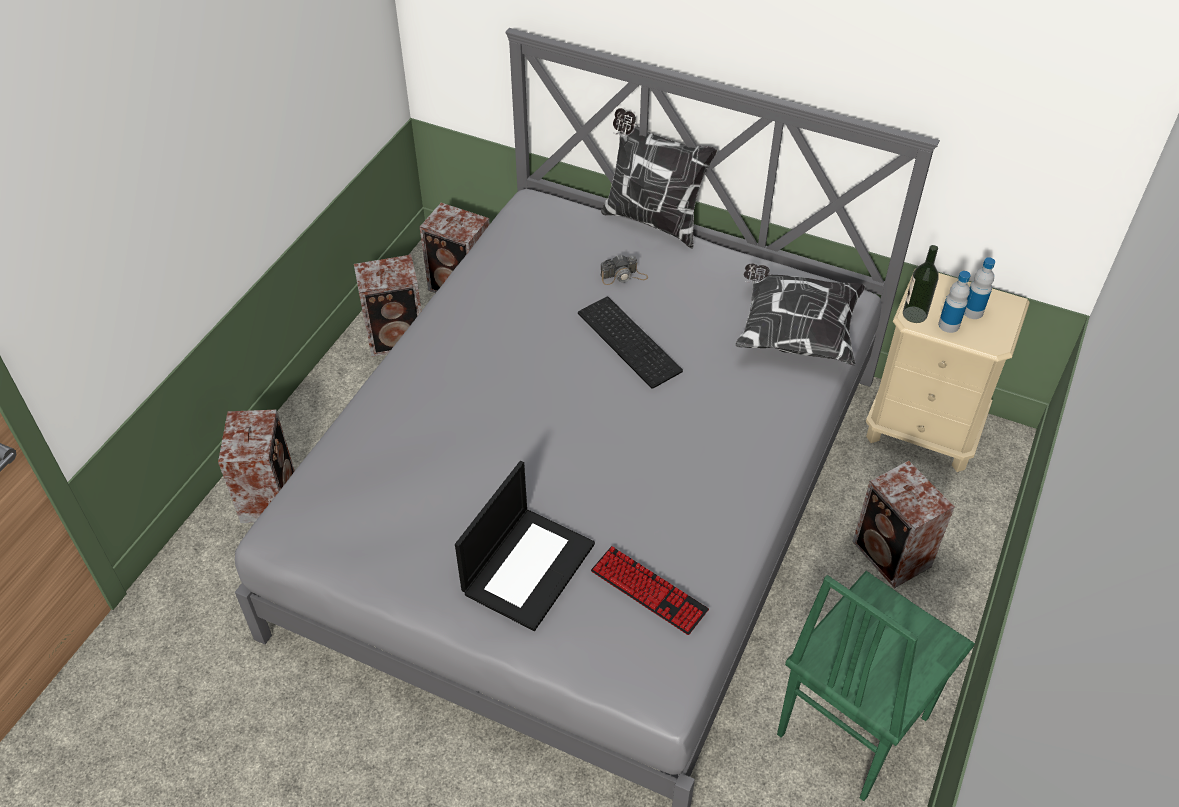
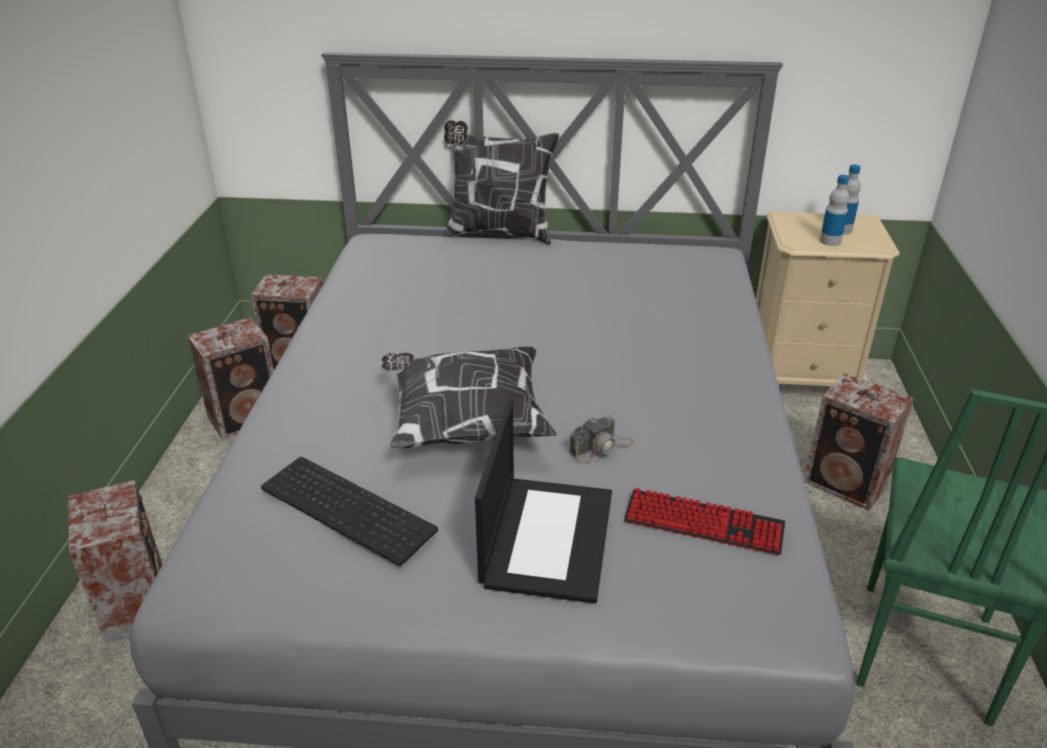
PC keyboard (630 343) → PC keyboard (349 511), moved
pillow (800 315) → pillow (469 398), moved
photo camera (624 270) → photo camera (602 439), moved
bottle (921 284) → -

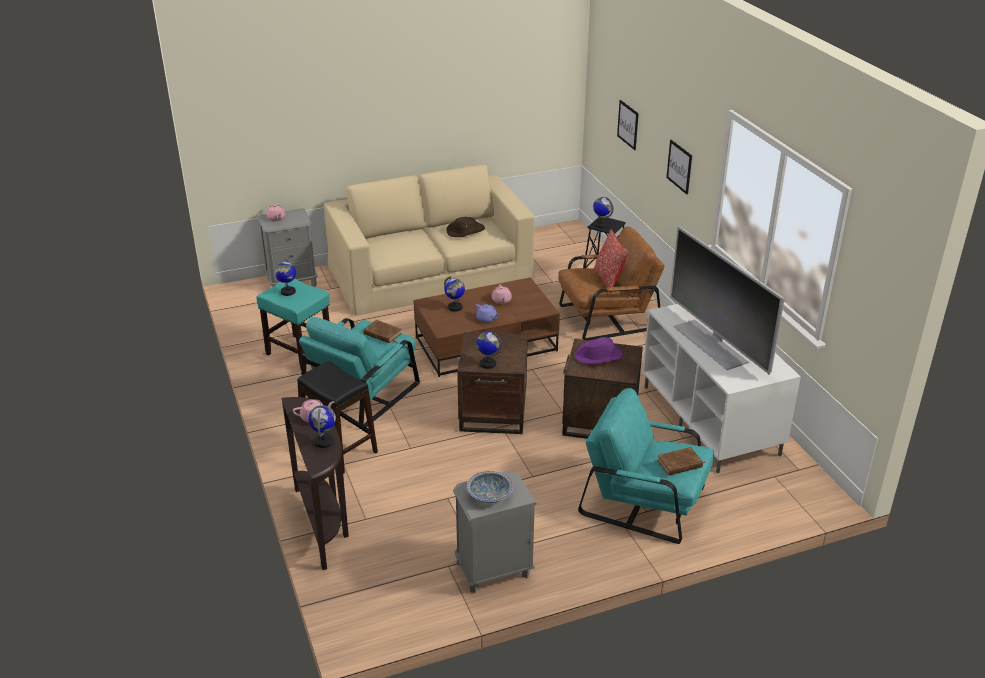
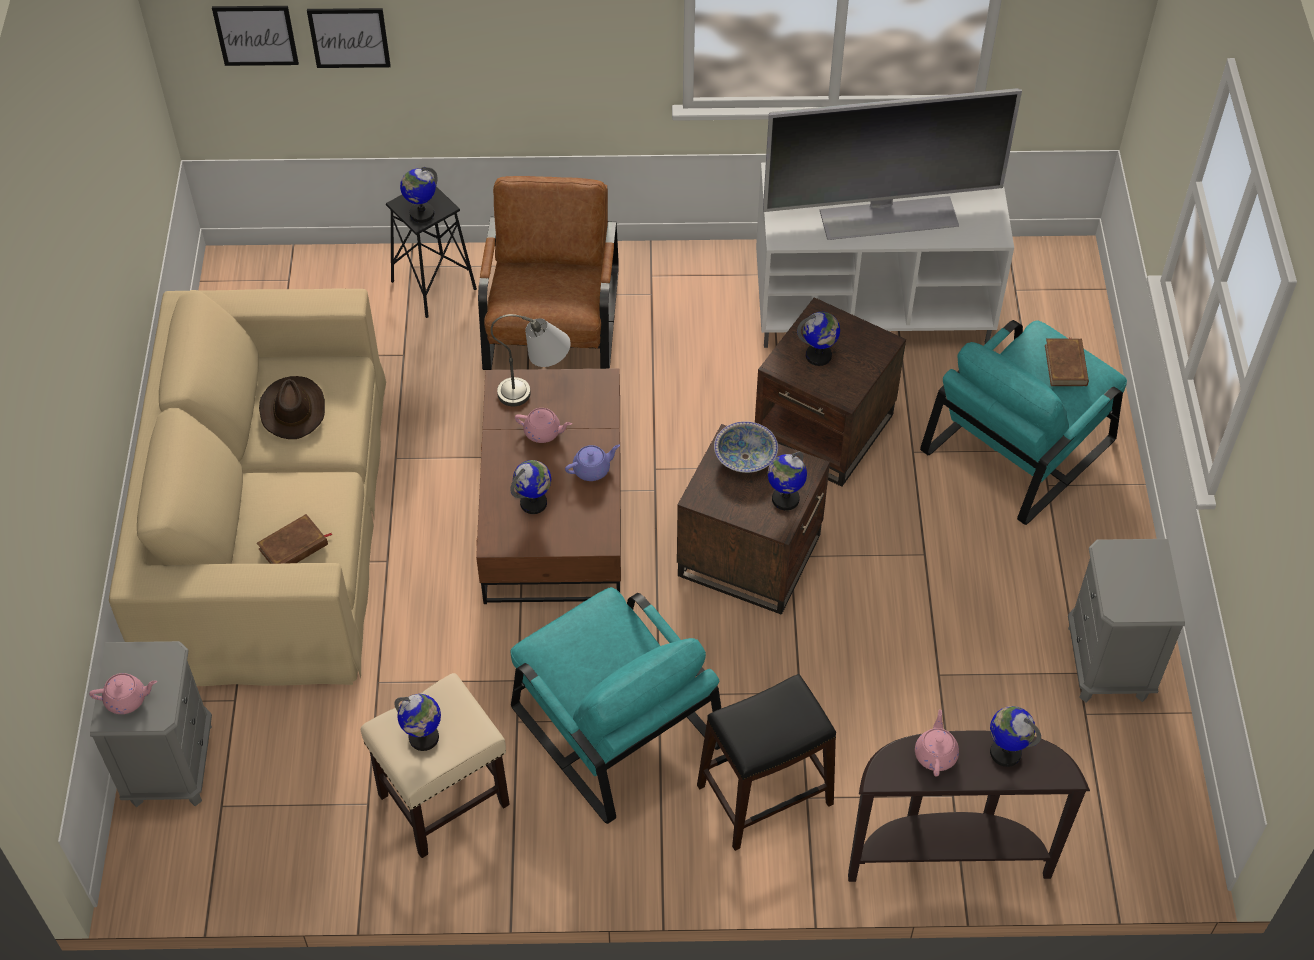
picture (679 167) → picture (255 36), moved
brown-coloured bound book (382 331) → brown-coloured bound book (295 539), moved
turquoise stool seat (293 324) → beige stool seat (435 765)
- → gray tabletop lamp (531 360)
deep dish (490 487) → deep dish (746 447), moved
purplish clothing hat (599 350) → desk globe (818 339)
pillow (611 261) → -

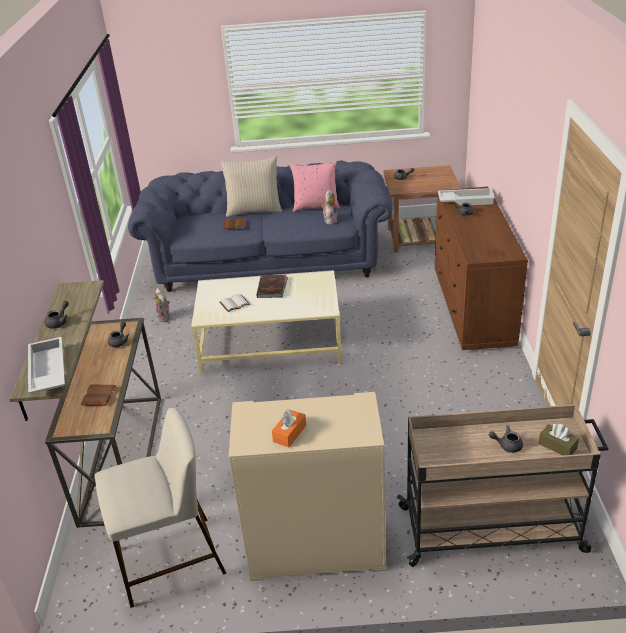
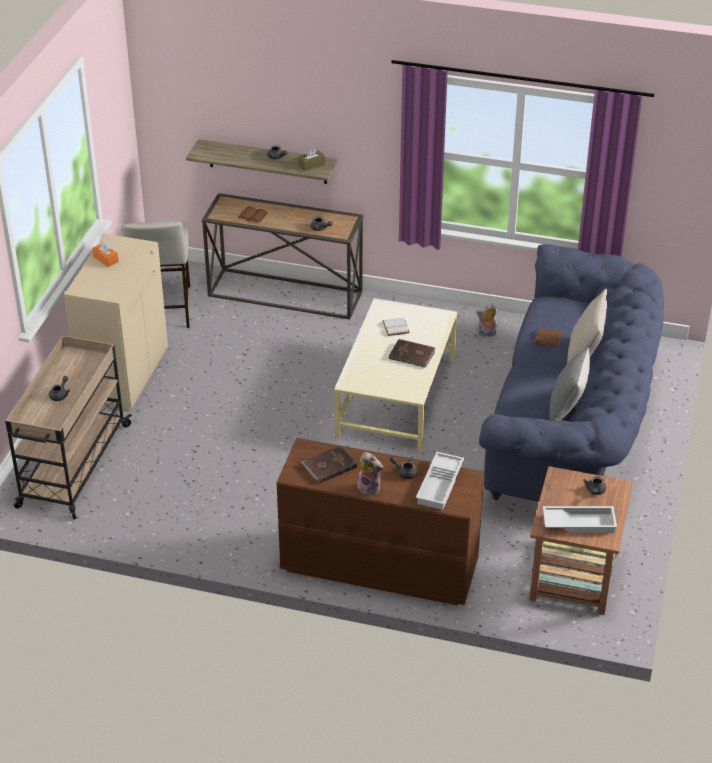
brown-coloured box of tissues (558 439) → brown-coloured box of tissues (311 159), moved
- → brown-coloured bound book (329 464)
soft toy (329 206) → soft toy (370 474), moved
whitish tray (46 365) → whitish tray (580 519), moved
pink pillow (315 186) → gray pillow (569 384)

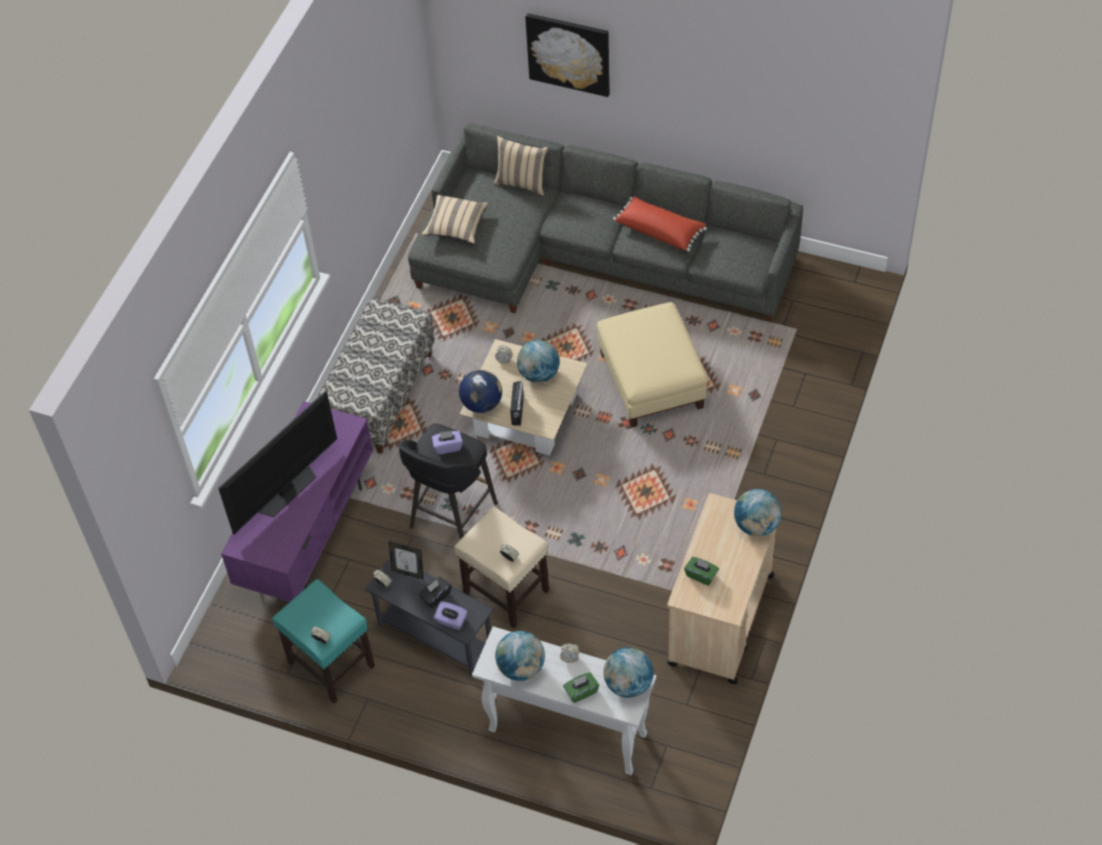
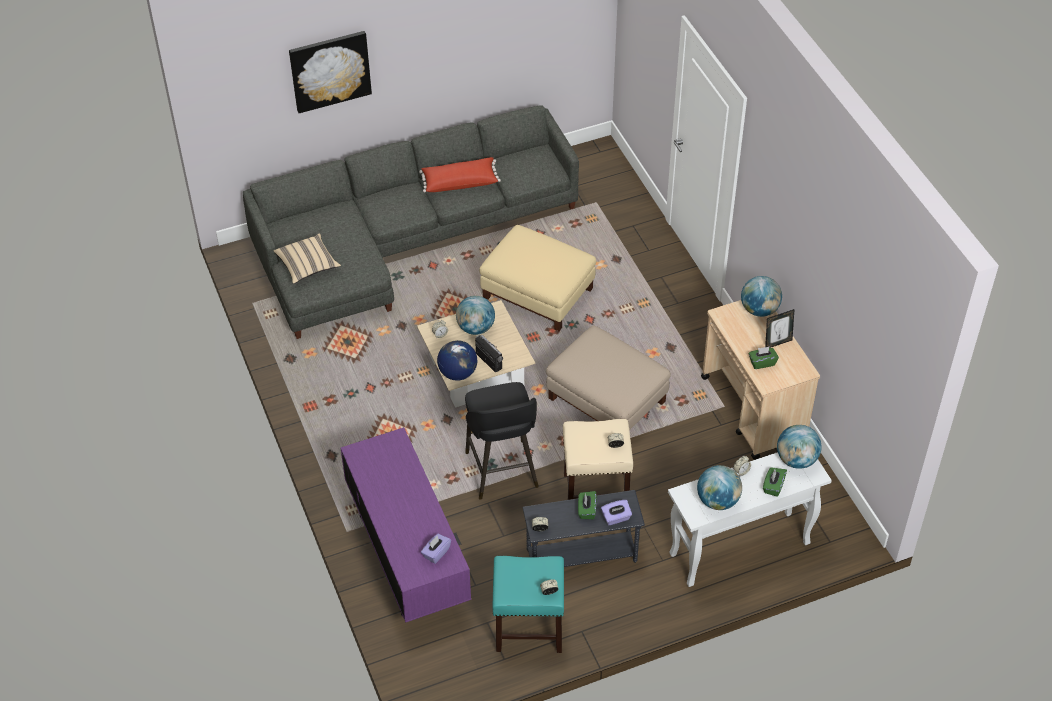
purplish box of tissues (447 443) → purplish box of tissues (436 549), moved
- → beige footrest (608 377)
black-coloured box of tissues (435 592) → greenish box of tissues (587 505)
standing frame (406 560) → standing frame (780 328), moved
television (277 462) → -
long seat (376 376) → -
beige pillow (520 166) → -

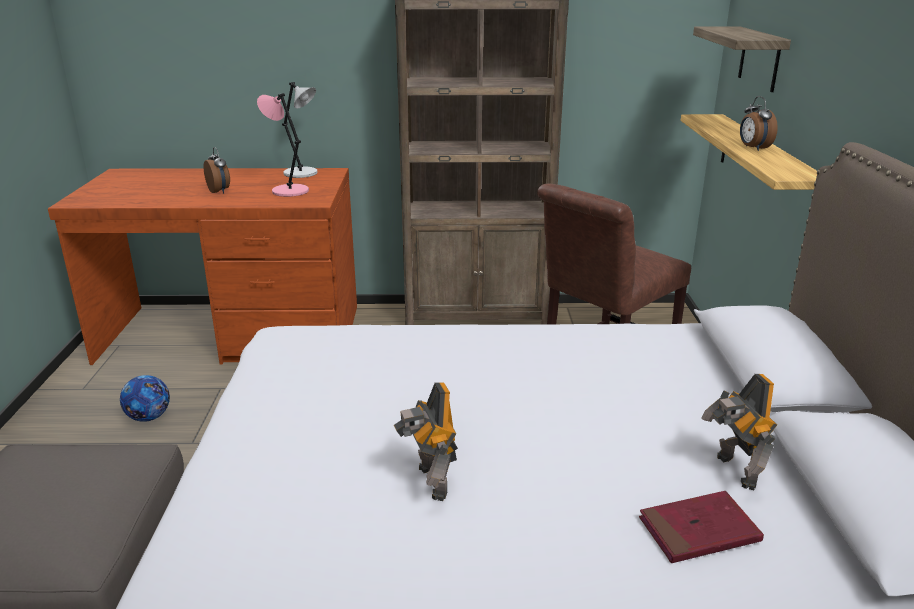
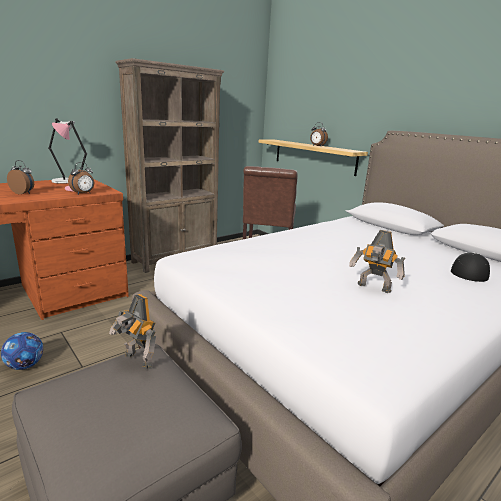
- → bedside clock (81 178)
model robot (739 432) → model robot (132 332), moved
reddish bound book (701 527) → baseball cap (470 267)
bracket shelf (742 59) → -

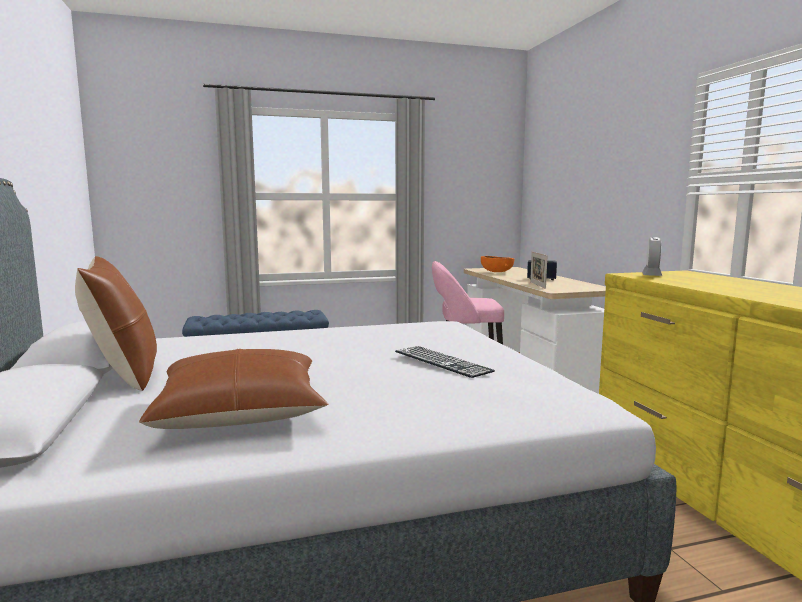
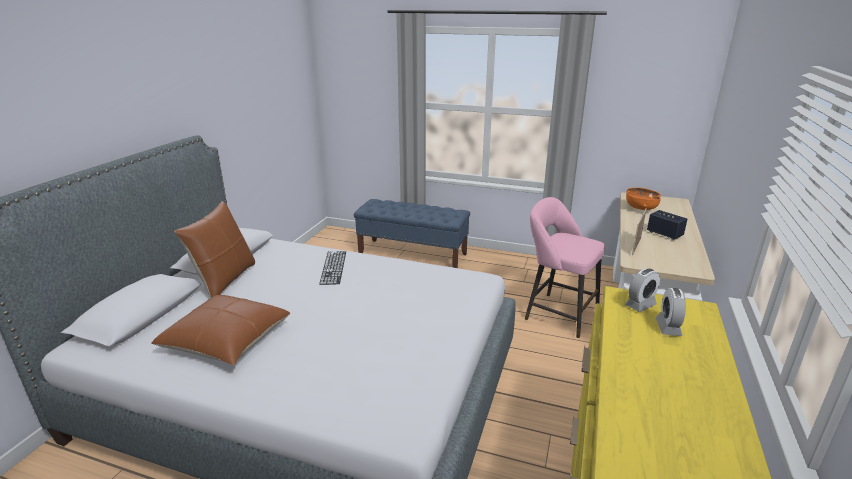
PC keyboard (445 362) → PC keyboard (332 268), moved
- → bedside clock (671 312)

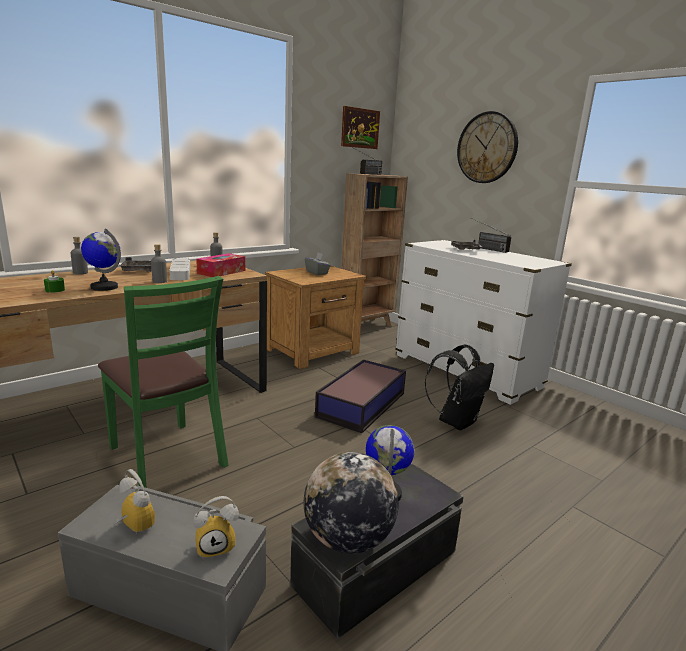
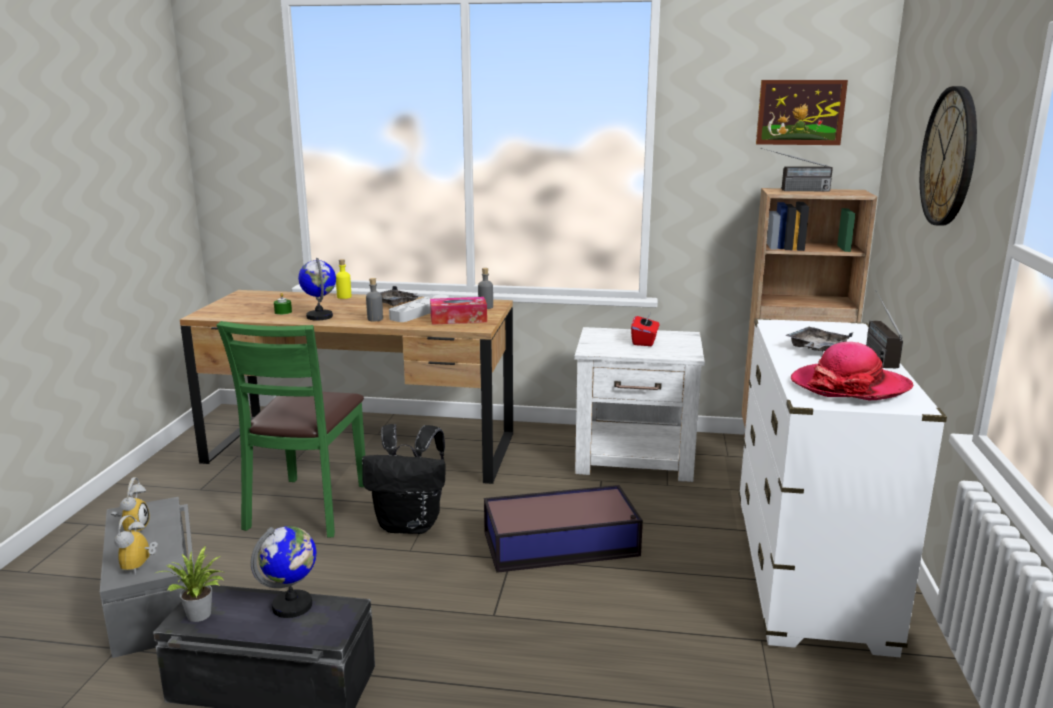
bedside clock (216 527) → bedside clock (136 545), 60 degrees clockwise
desk globe (351 503) → potted plant (191 584)
gray bottle (79 255) → yellow-coloured bottle (343 279)
black-coloured rucksack (459 387) → black-coloured rucksack (404 479), moved
brown-coloured night table (316 317) → whitish night table (639 404)
gray box of tissues (318 264) → reddish box of tissues (645 328)
- → clothing hat (852 371)

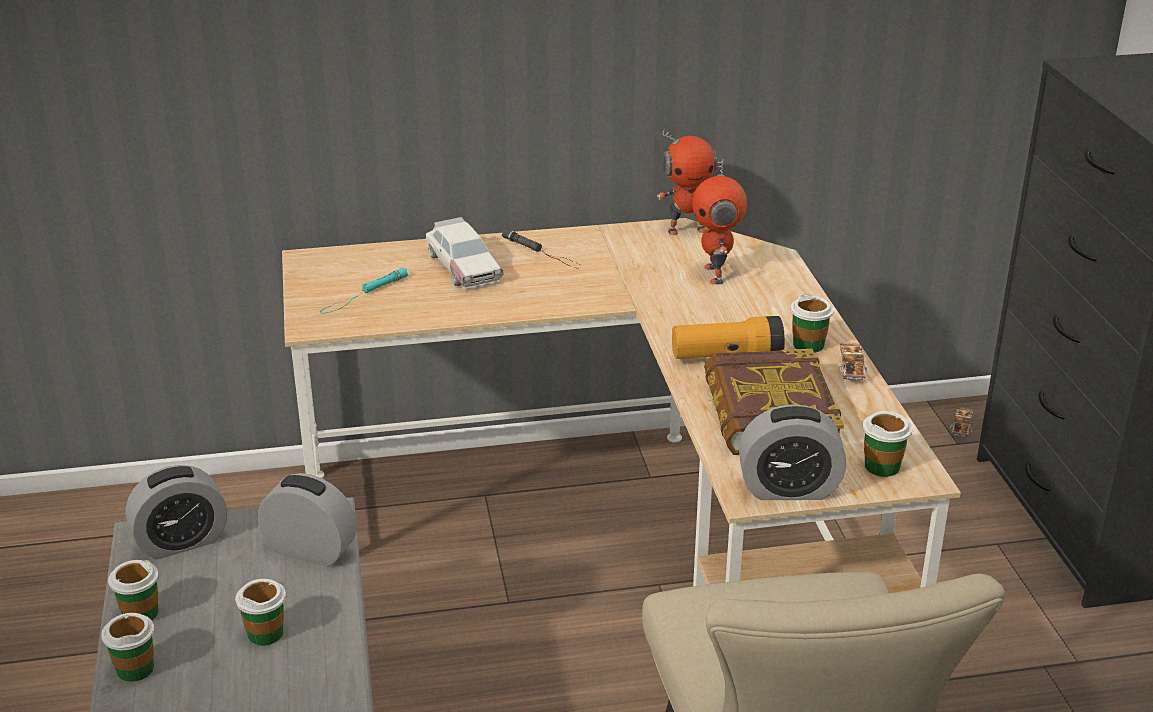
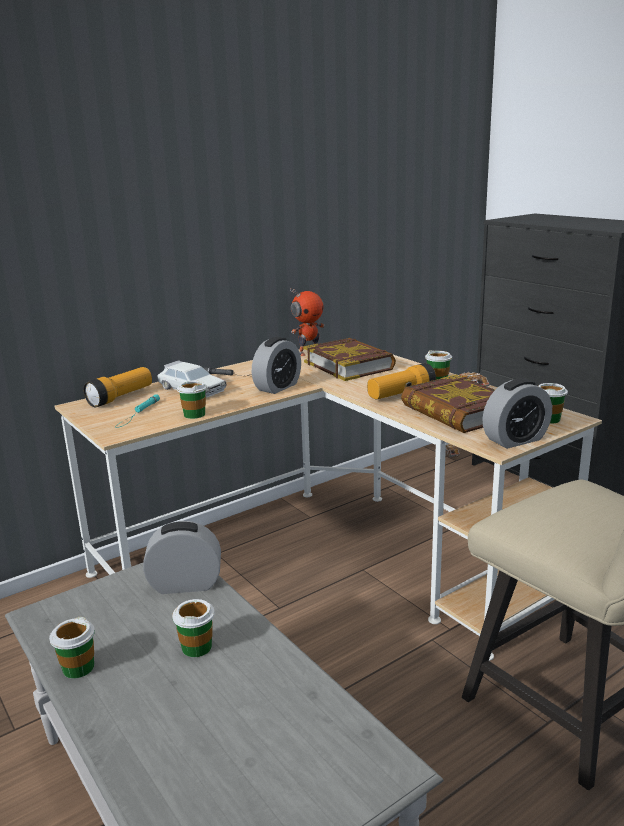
- → torch (117 387)
drinking cup (127 647) → drinking cup (192 400), moved
bedside clock (176 512) → bedside clock (276 365), moved
model robot (719 222) → bound book (349 359)

